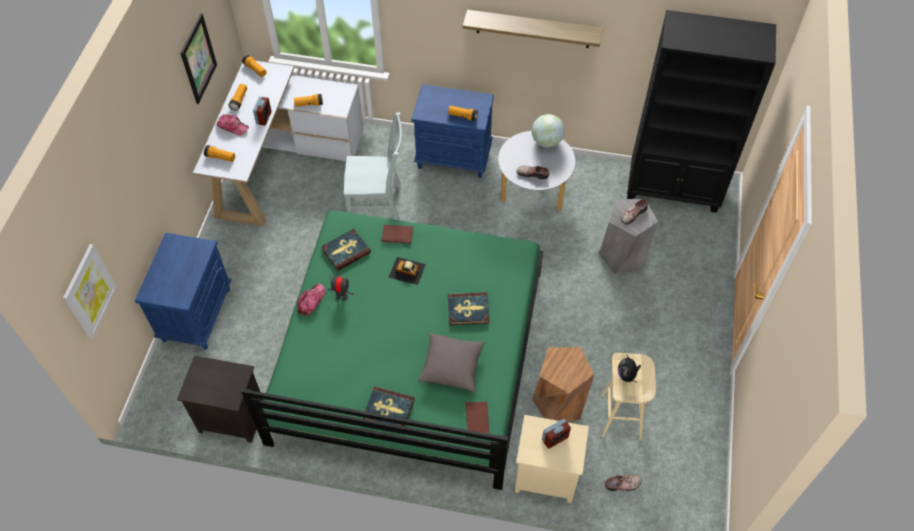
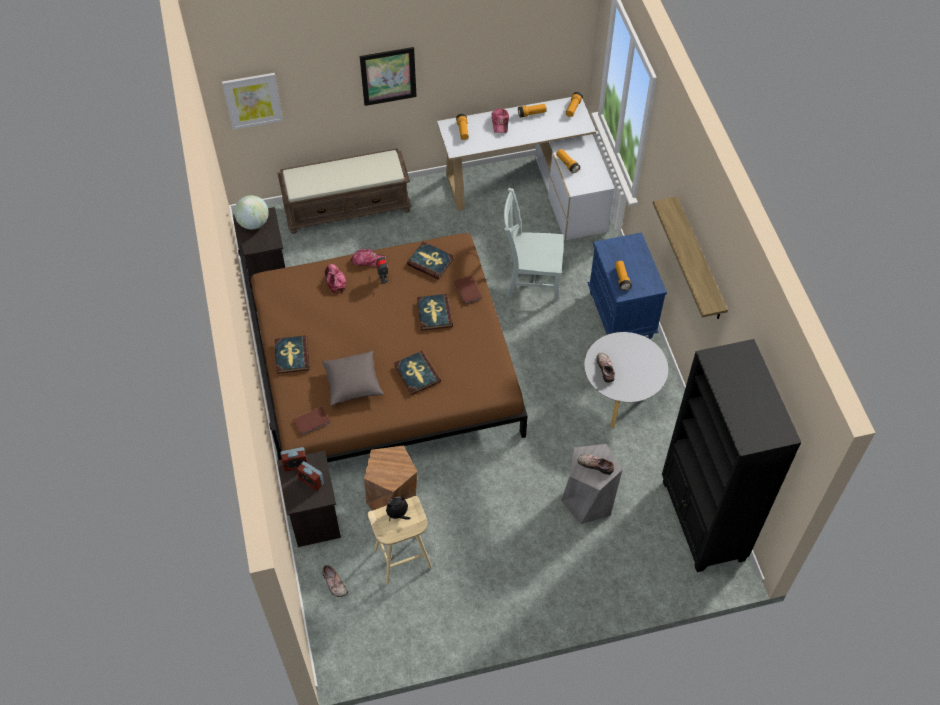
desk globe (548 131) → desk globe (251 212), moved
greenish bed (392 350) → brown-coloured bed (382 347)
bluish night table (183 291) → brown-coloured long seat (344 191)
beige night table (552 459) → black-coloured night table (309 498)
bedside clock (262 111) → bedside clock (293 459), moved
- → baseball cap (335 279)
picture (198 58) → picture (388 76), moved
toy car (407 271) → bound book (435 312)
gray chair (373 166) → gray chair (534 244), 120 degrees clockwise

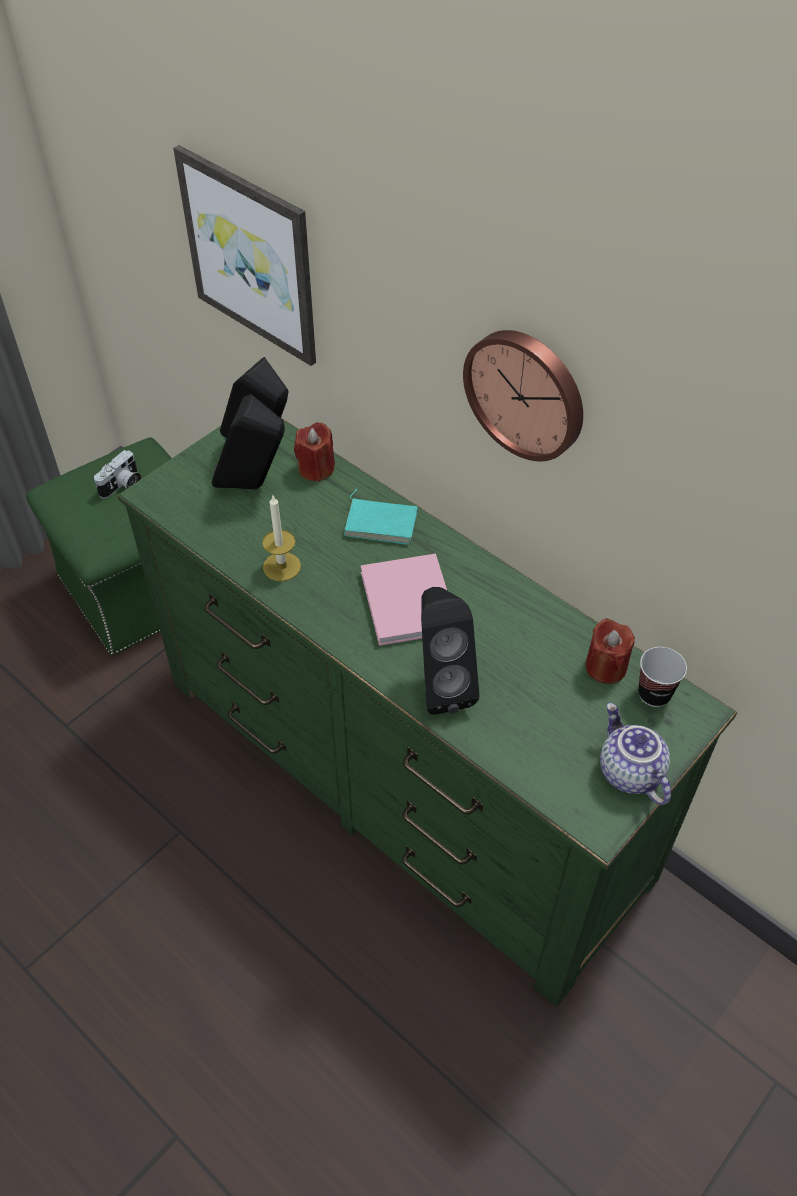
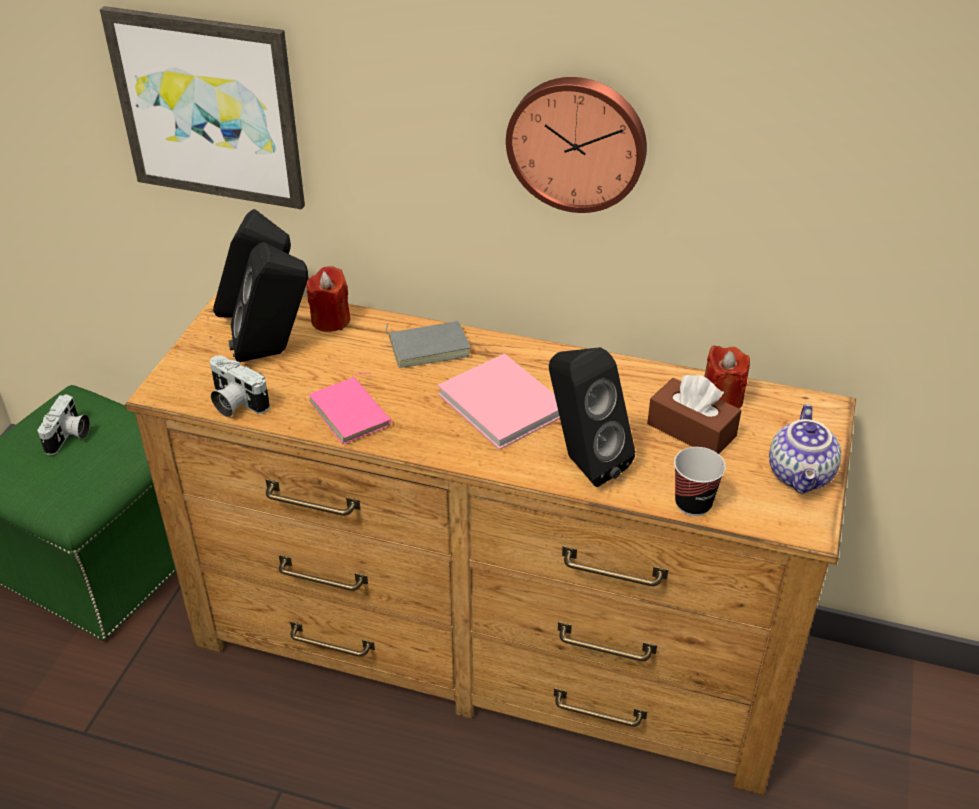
greenish dresser (427 712) → brown-coloured dresser (490 544)
- → photo camera (240 386)
wax light (281 538) → pink bound book (350 408)
turquoise bound book (381 517) → gray bound book (428 344)
- → brown-coloured box of tissues (694 414)
drinking cup (662 677) → drinking cup (700 481), moved
pot for tea (635 754) → pot for tea (805 449), 120 degrees counterclockwise

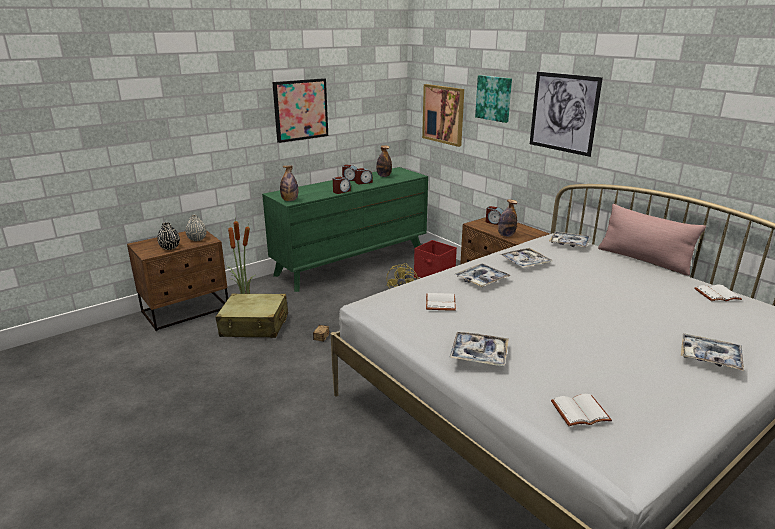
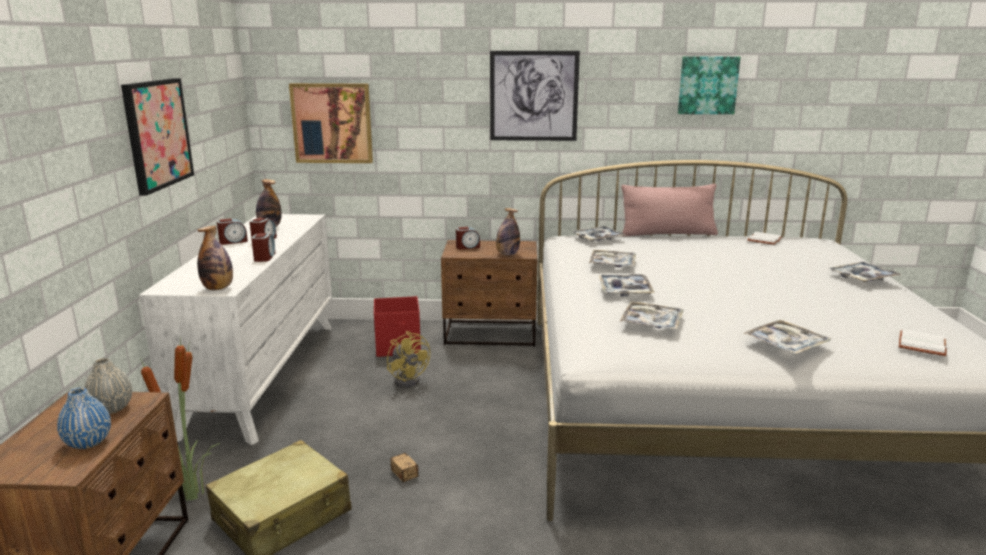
black-coloured vase (168 236) → bluish vase (84 418)
greenish dresser (345 229) → whitish dresser (235 329)
whitish bound book (441 302) → tray (652 315)
picture (493 99) → picture (709 85), moved

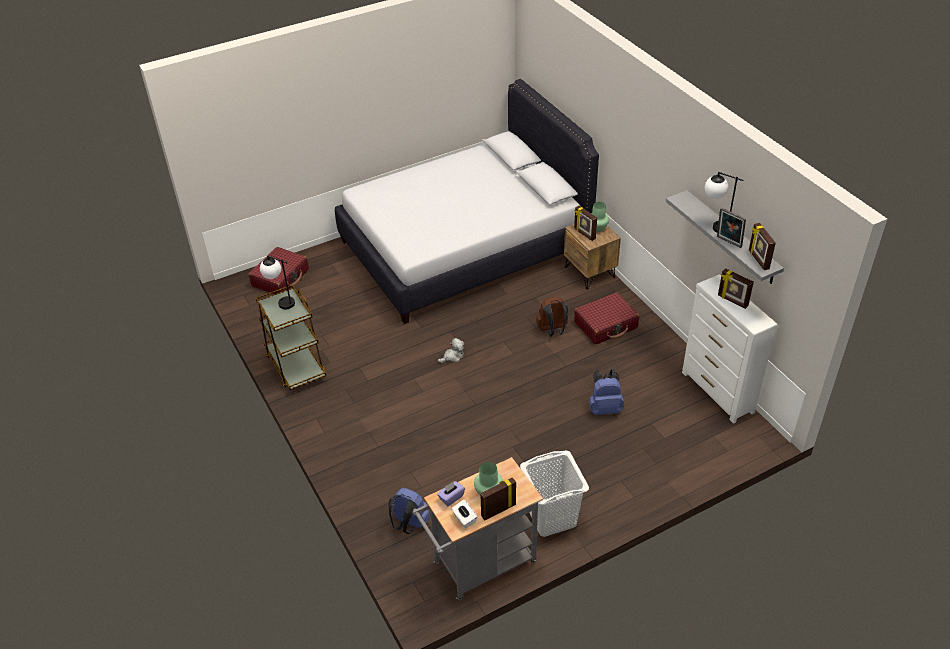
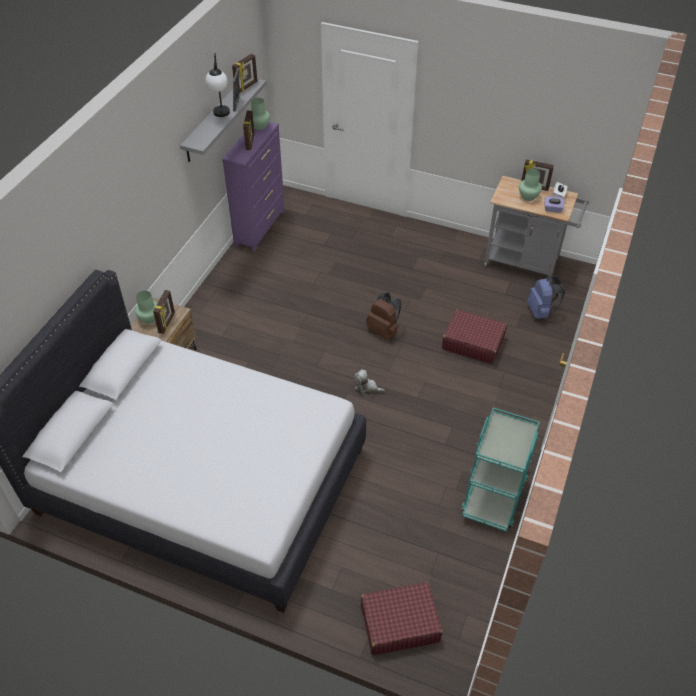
whitish dresser (730 349) → purplish dresser (253 187)
- → greenish vase (260 114)
brown-coloured rucksack (552 317) → brown-coloured rucksack (383 315), moved
reddish piece of luggage (606 318) → reddish piece of luggage (474 337), moved
brown-coloured wheeled cart (291 337) → turquoise wheeled cart (501 469)
tabletop lamp (277 282) → -
whitish laundry basket (554 493) → -
bluish rucksack (606 392) → -

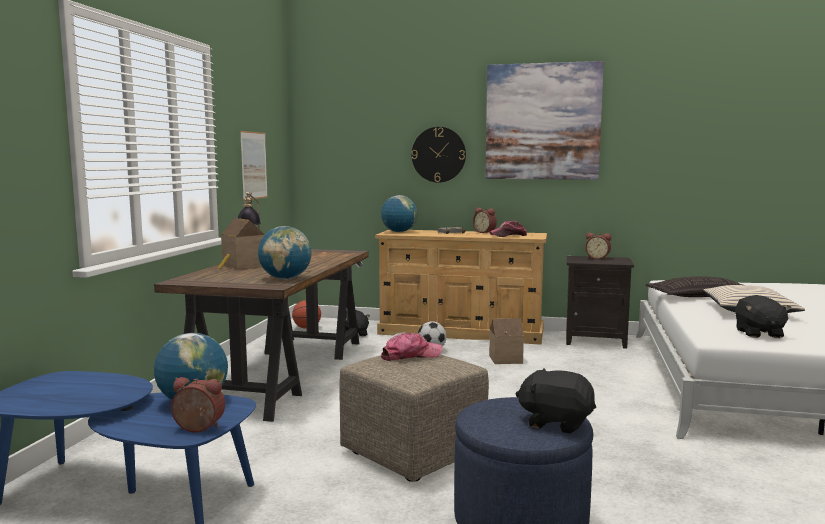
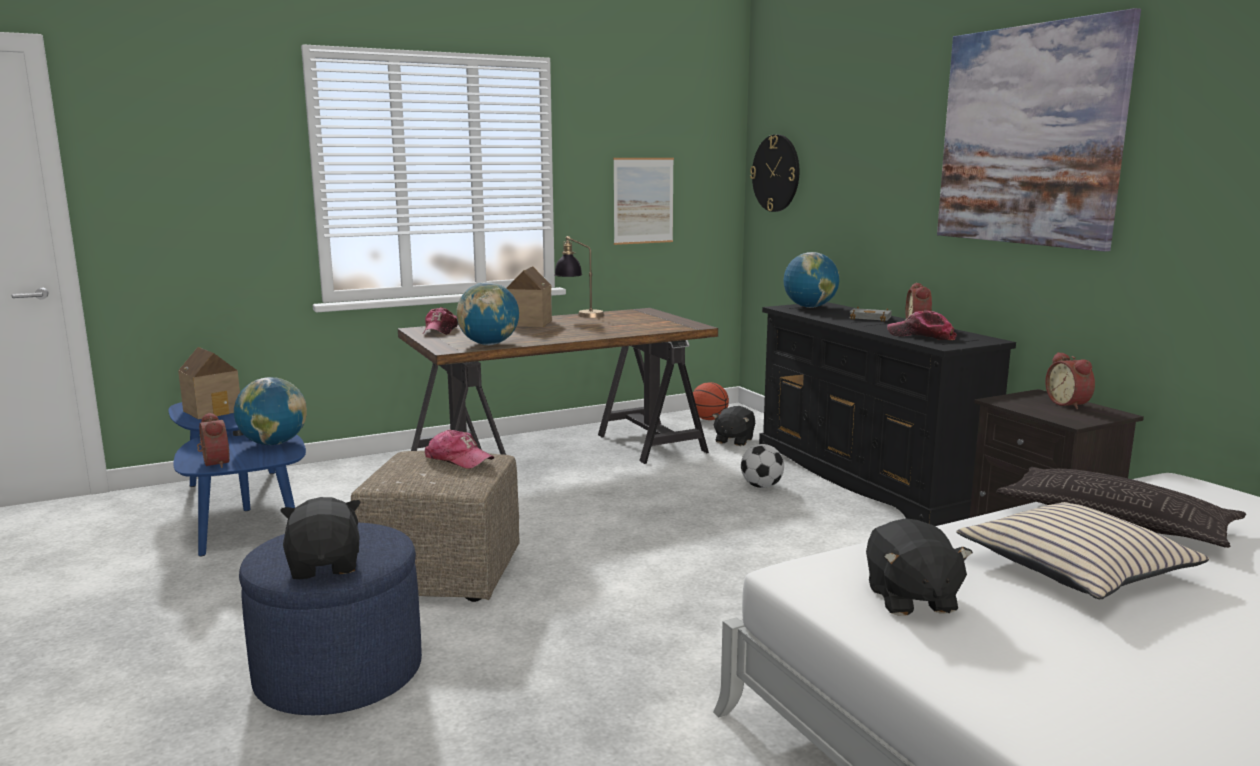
model house (506 341) → model house (209 383), moved
- → baseball cap (440 321)
clock on the wall (439 155) → clock on the wall (774 173), moved
beige dresser (461 287) → black-coloured dresser (887 414)
black-coloured soft toy (763 316) → black-coloured soft toy (919 567), 60 degrees counterclockwise

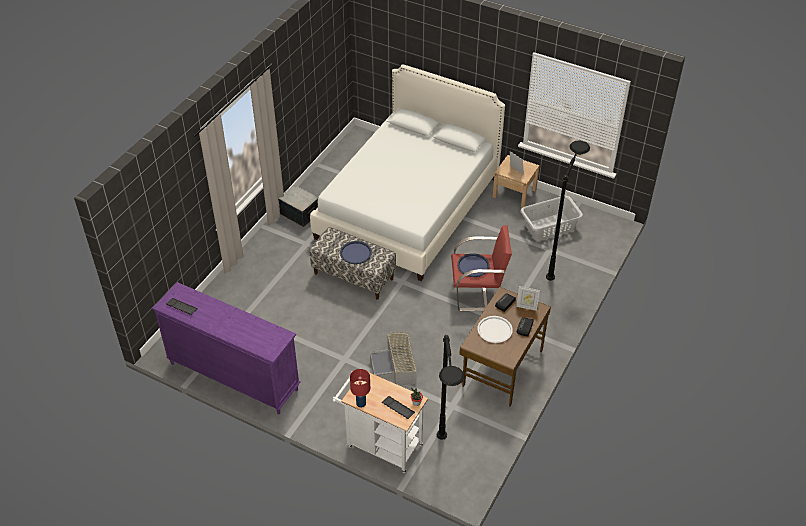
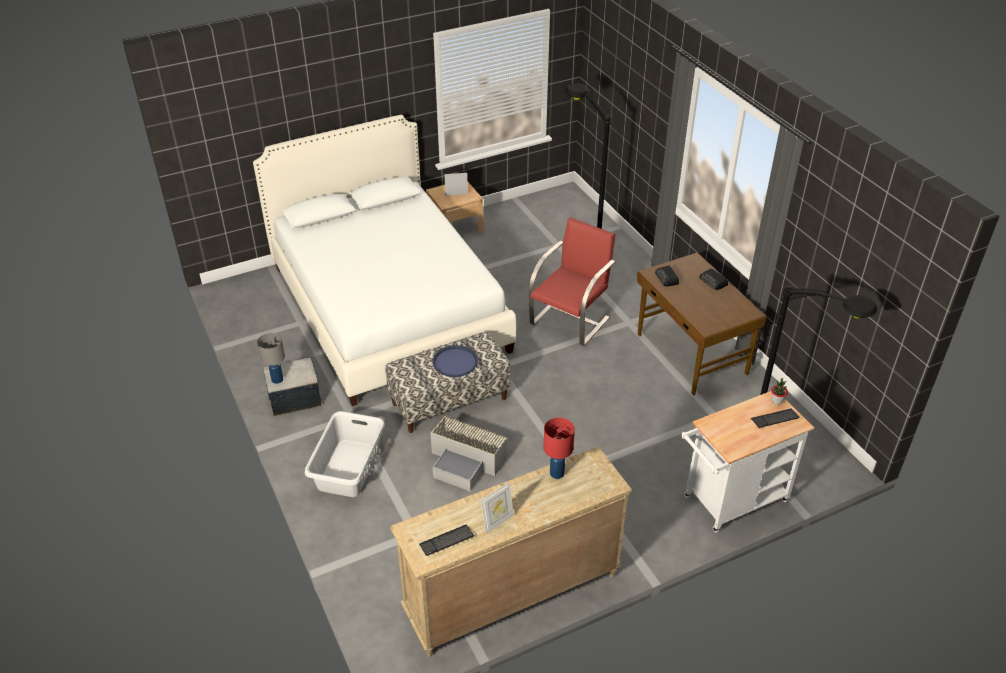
- → gray tabletop lamp (271 358)
gray laundry basket (551 218) → gray laundry basket (345 454), moved
purplish dresser (226 348) → beige dresser (511 551)
gray storage bin (393 359) → gray storage bin (469 453), moved
standing frame (528 298) → standing frame (497 508), moved
reddish tabletop lamp (360 388) → reddish tabletop lamp (559 448), moved
bluish tray (473 265) → -
whitish tray (495 329) → -

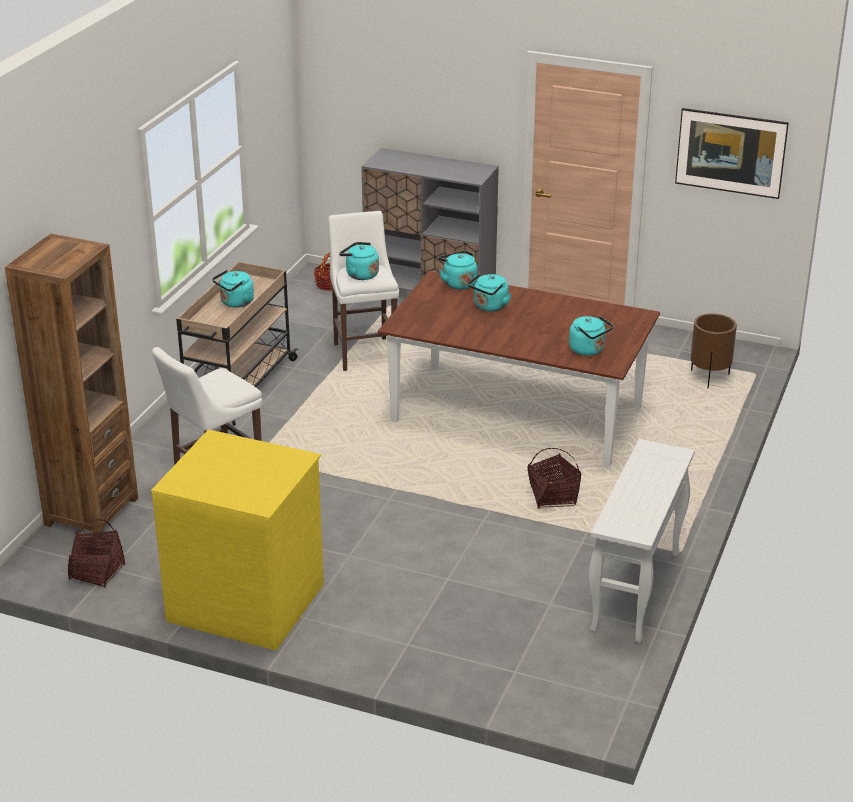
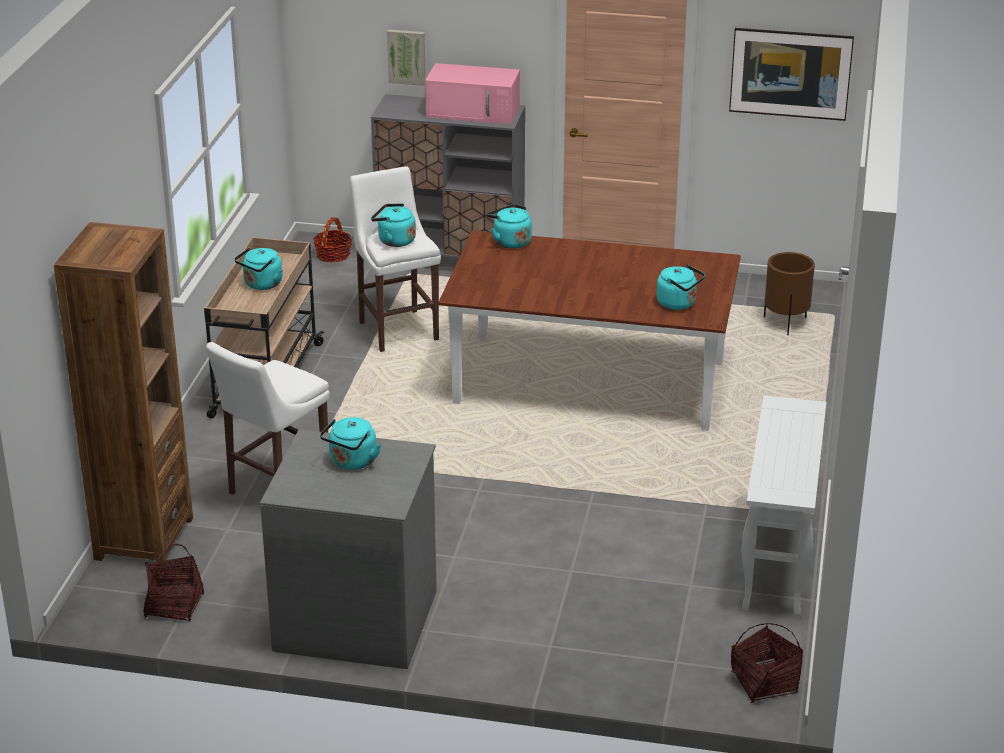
yellow-coloured dresser (237 539) → gray dresser (348 549)
turquoise water kettle (489 292) → turquoise water kettle (350 443), moved
- → picture (406 57)
- → pink kitchen microwave (472 93)
basket (555 478) → basket (767 663), moved

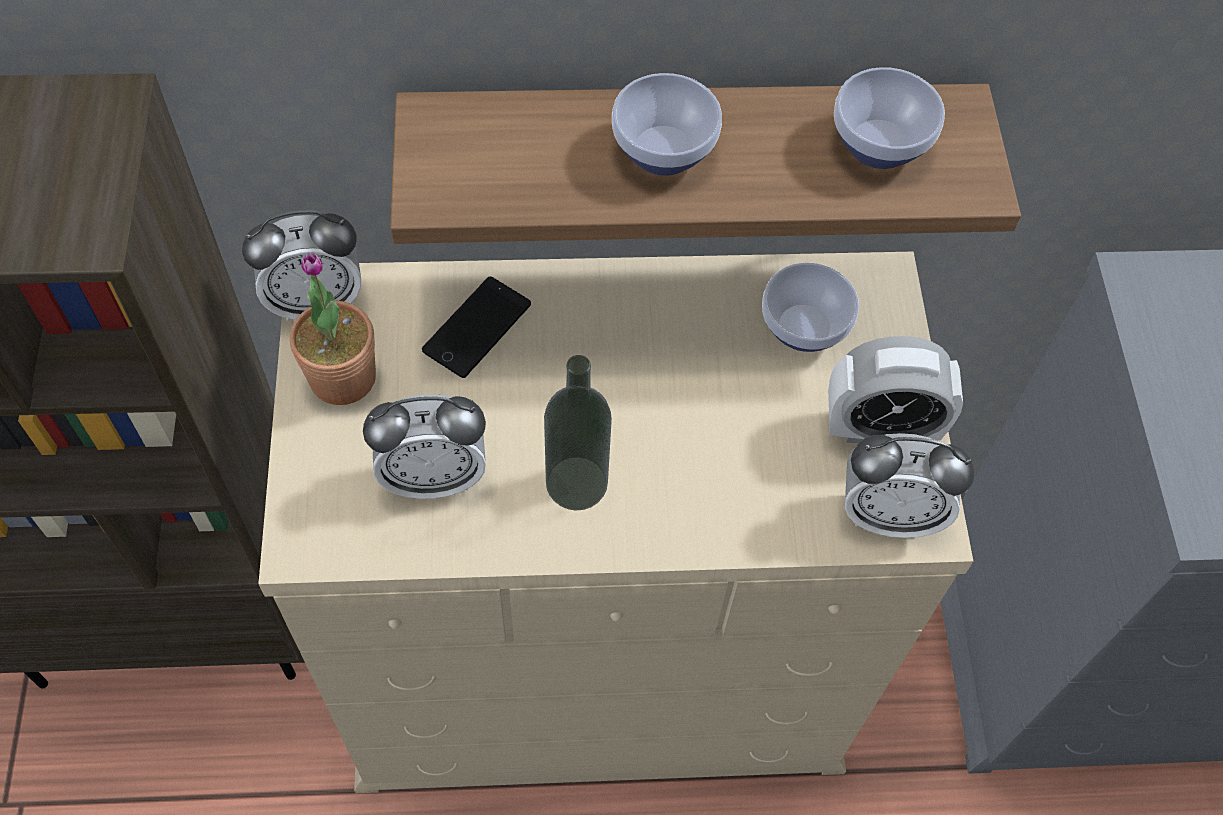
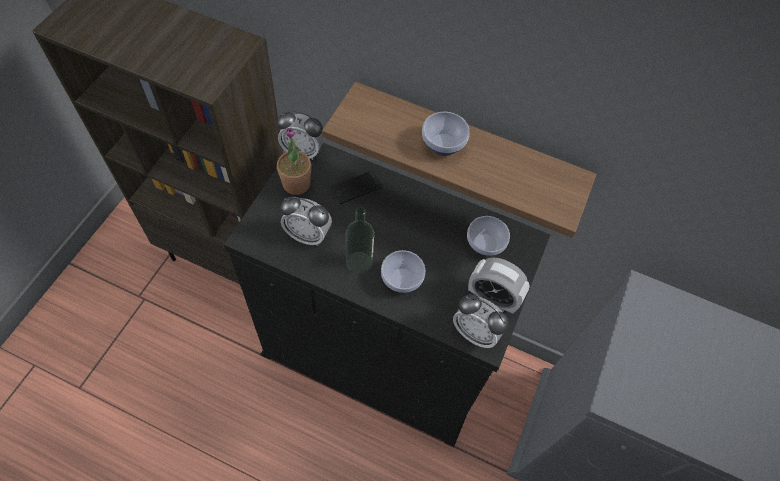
beige dresser (615 522) → black-coloured dresser (387 295)
deep dish (889 118) → deep dish (403 271), moved

